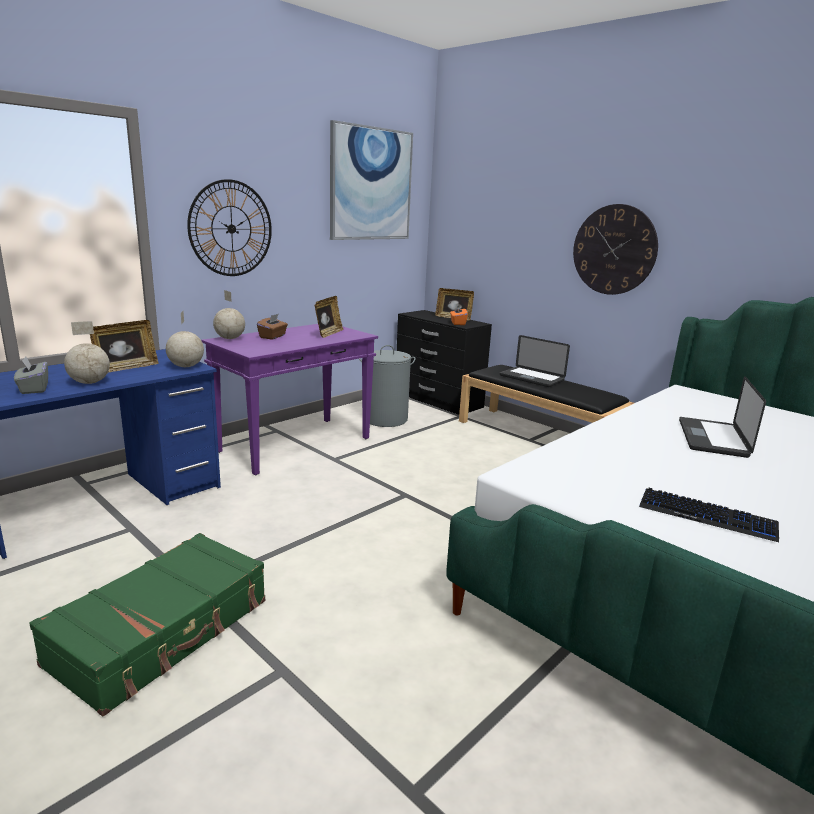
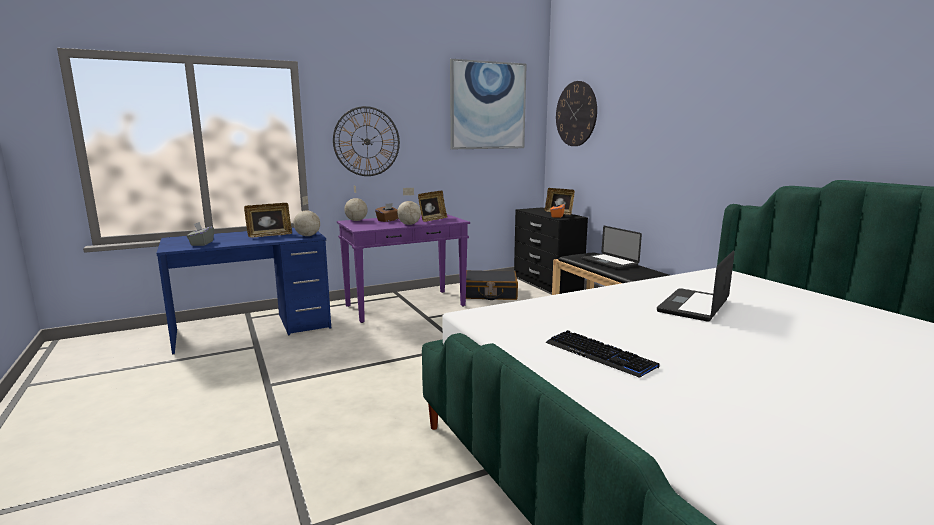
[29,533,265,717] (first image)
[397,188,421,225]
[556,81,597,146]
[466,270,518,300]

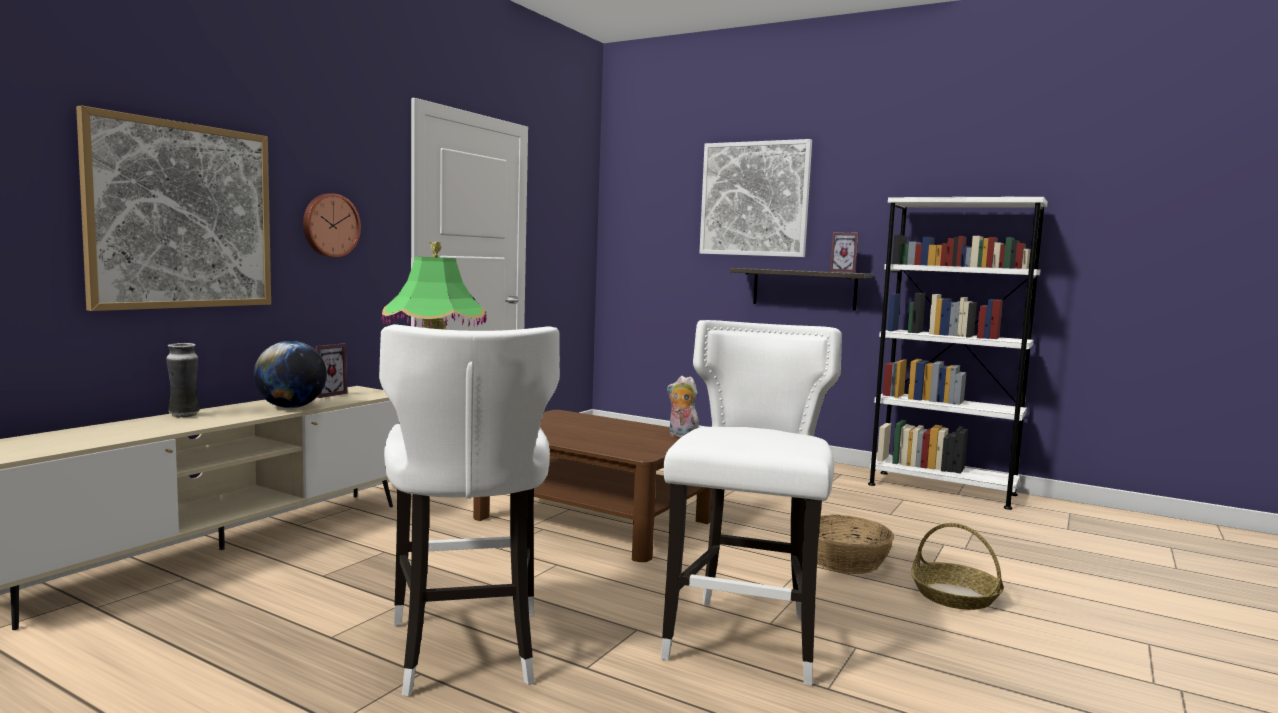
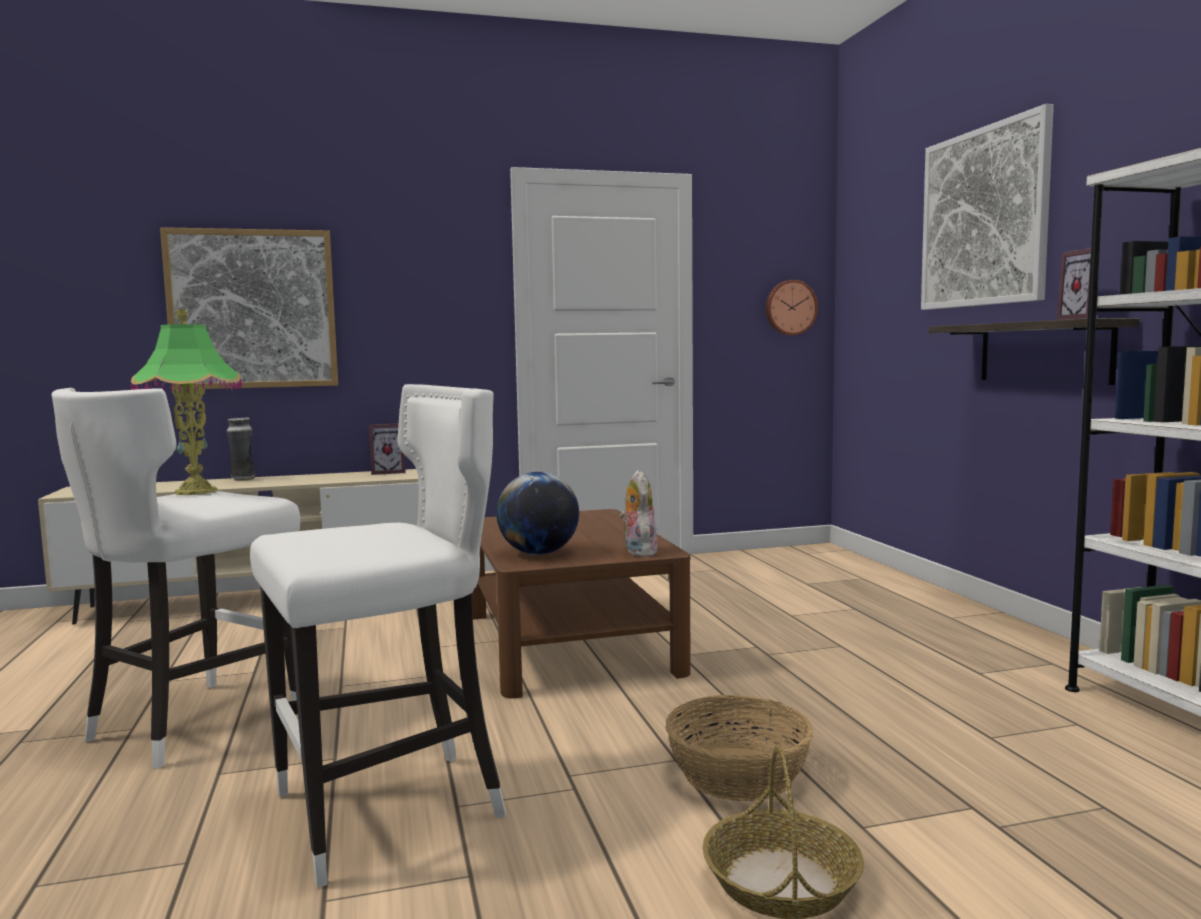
[496,472,579,555]
[766,280,818,335]

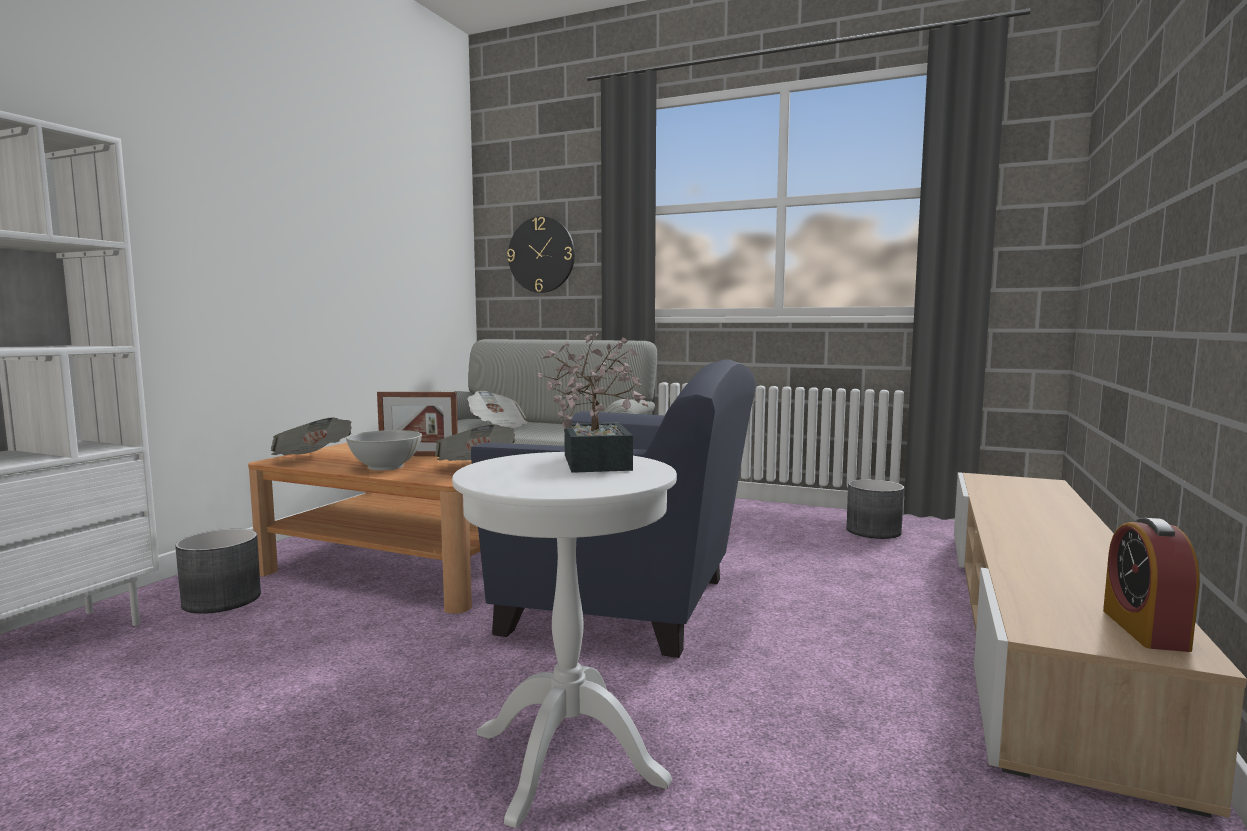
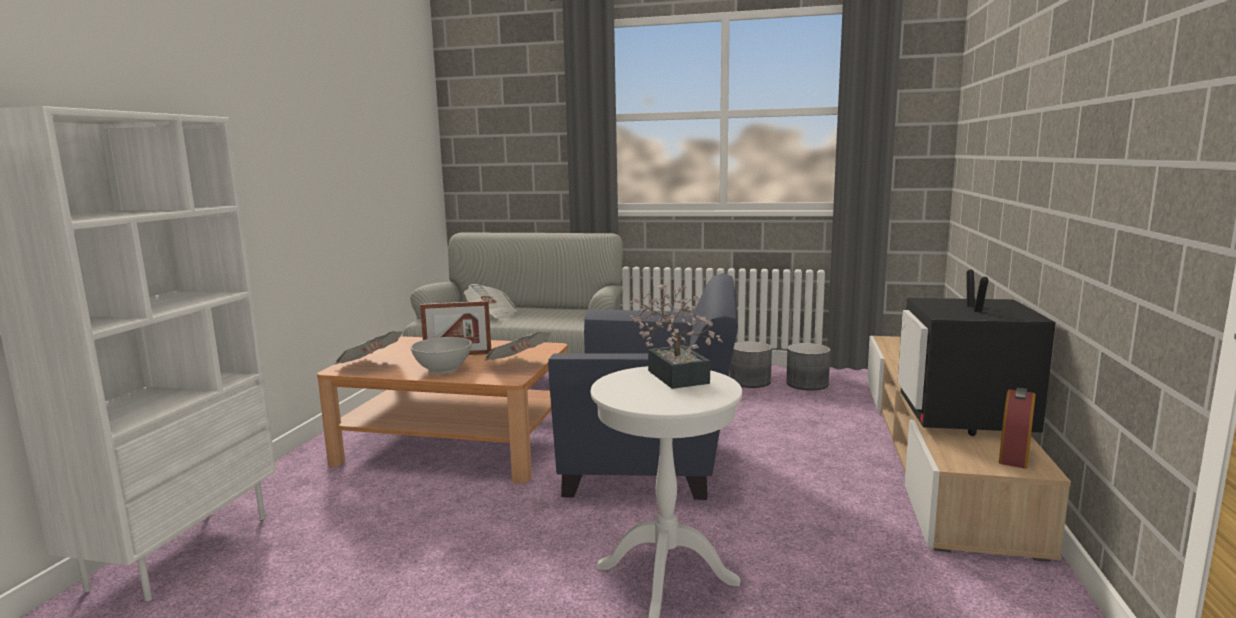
[507,216,575,293] (first image)
[898,269,1056,436]
[730,341,772,388]
[999,387,1036,469]

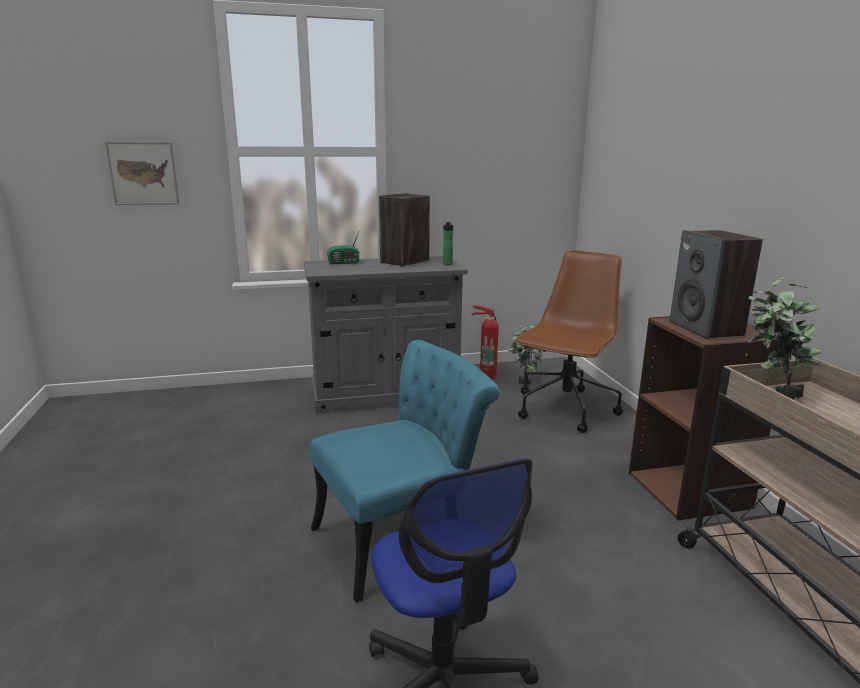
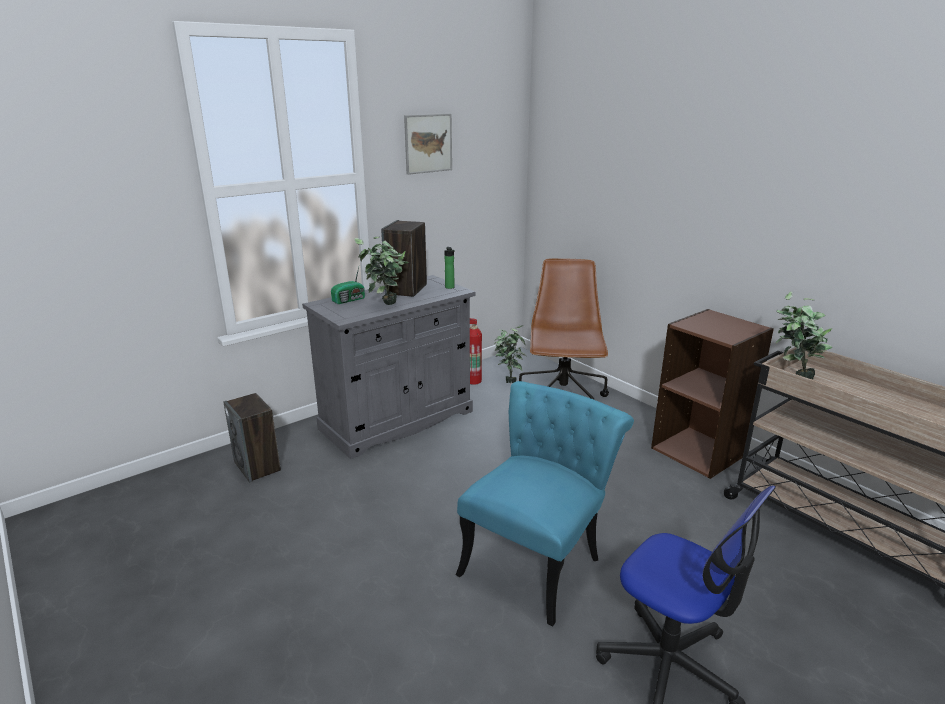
[354,237,410,305]
[404,114,452,175]
[223,393,281,482]

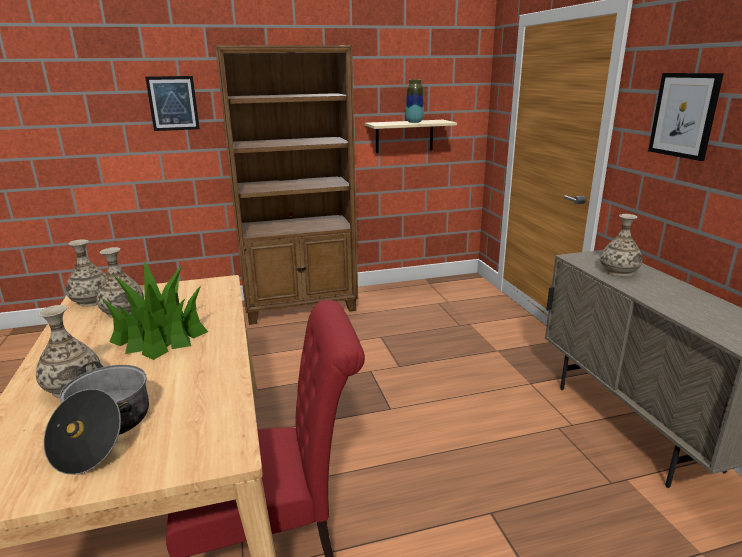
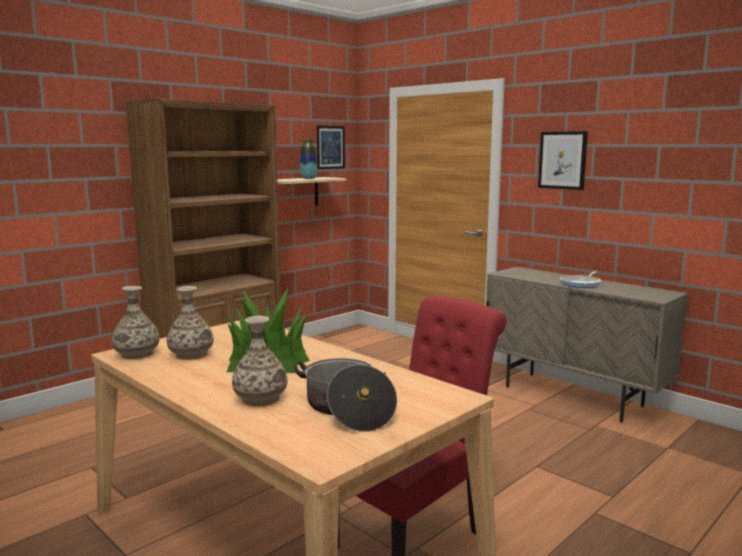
[600,214,642,277] (first image)
[560,271,601,288]
[317,126,345,169]

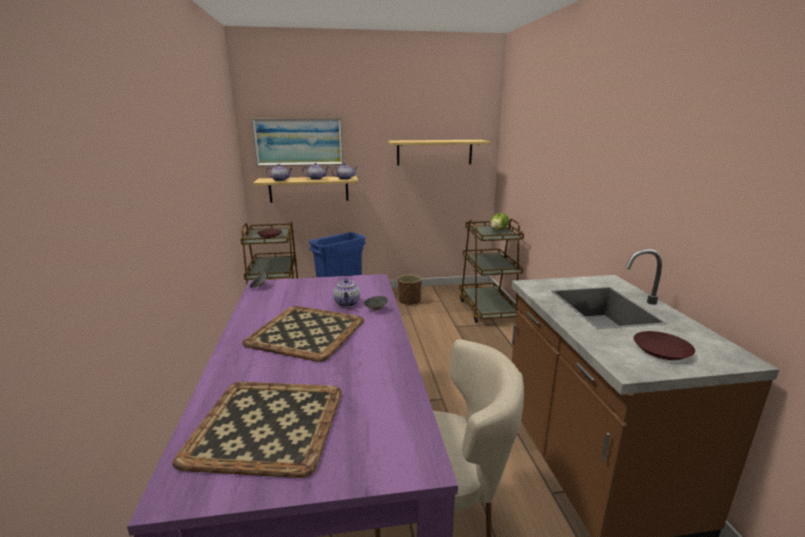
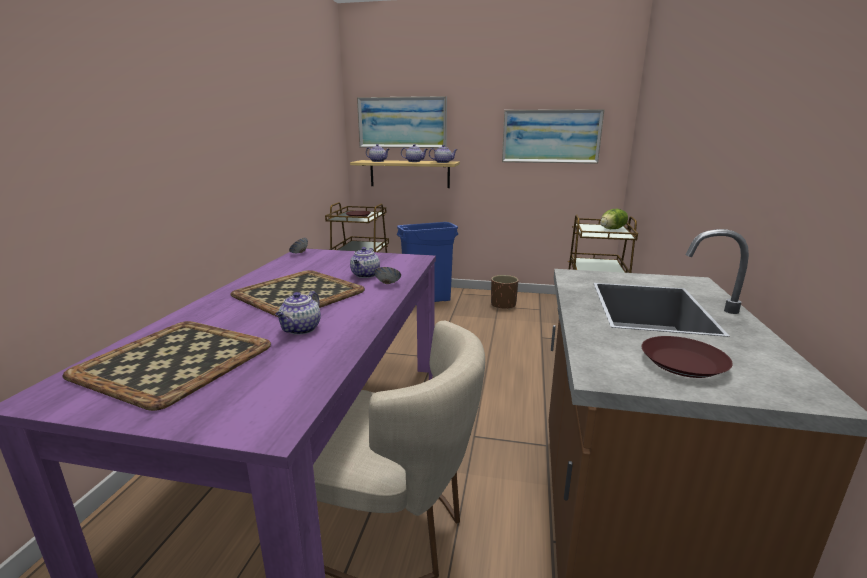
[275,291,321,335]
[502,109,605,164]

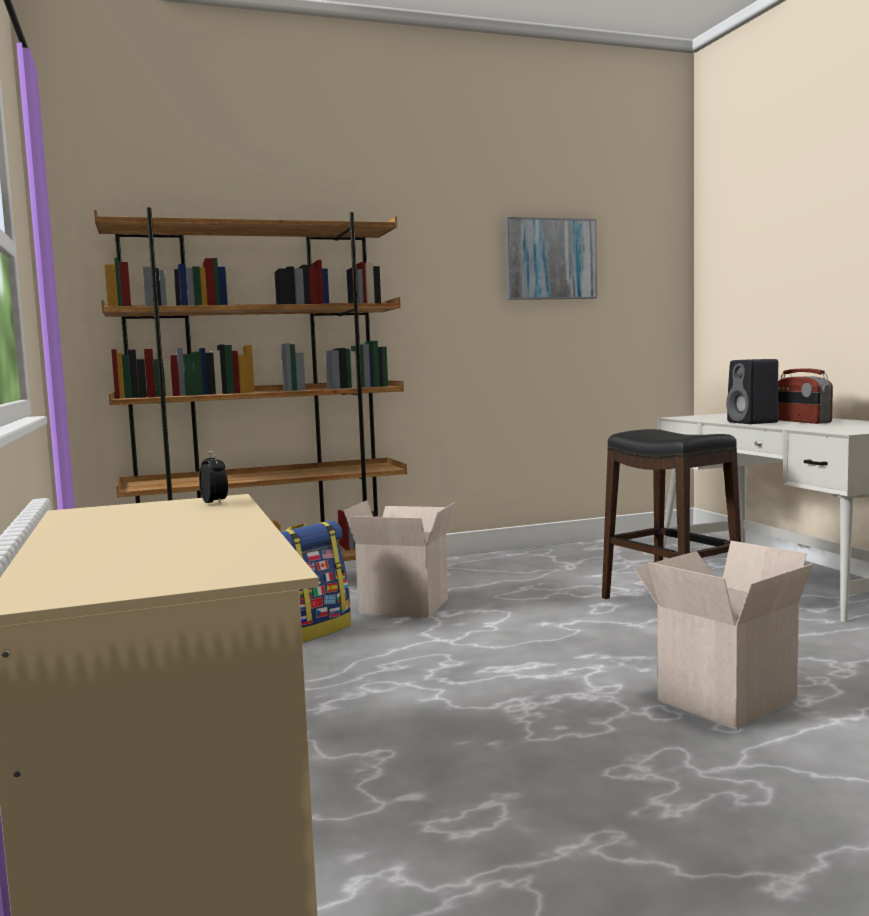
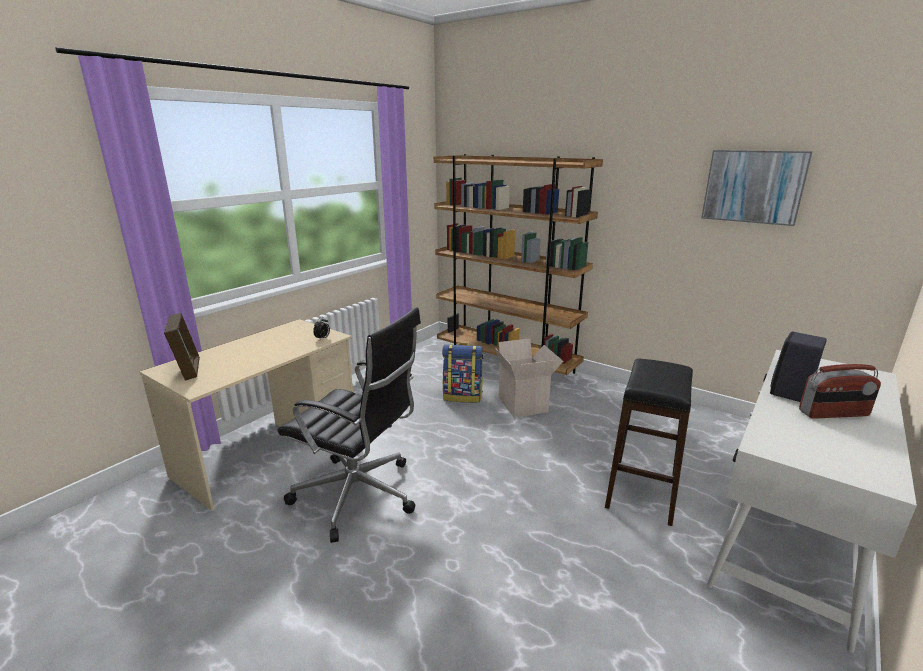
[634,541,813,730] (first image)
[164,313,200,380]
[278,307,421,543]
[799,364,881,419]

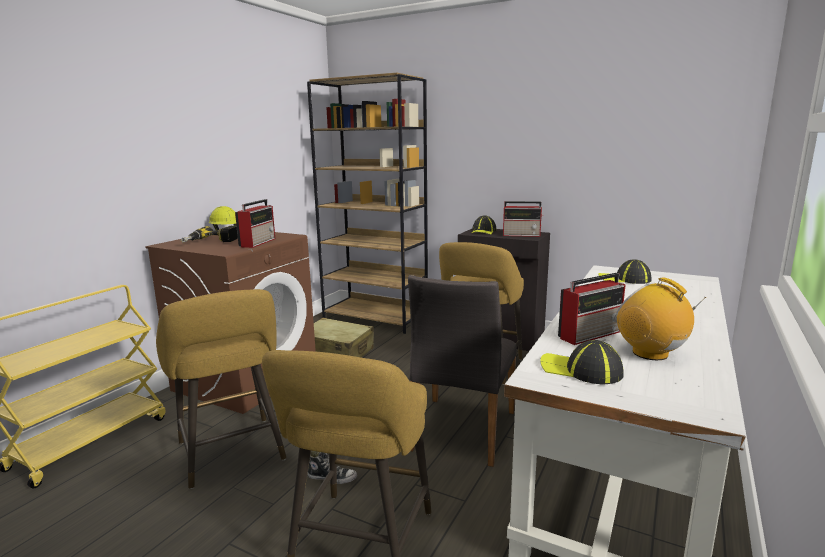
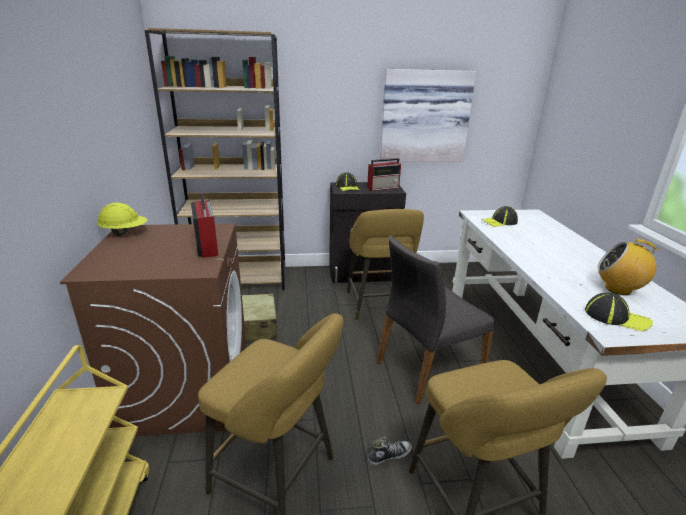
[181,226,238,243] (first image)
[558,273,625,345] (first image)
[380,69,476,161]
[376,235,495,404]
[585,292,653,332]

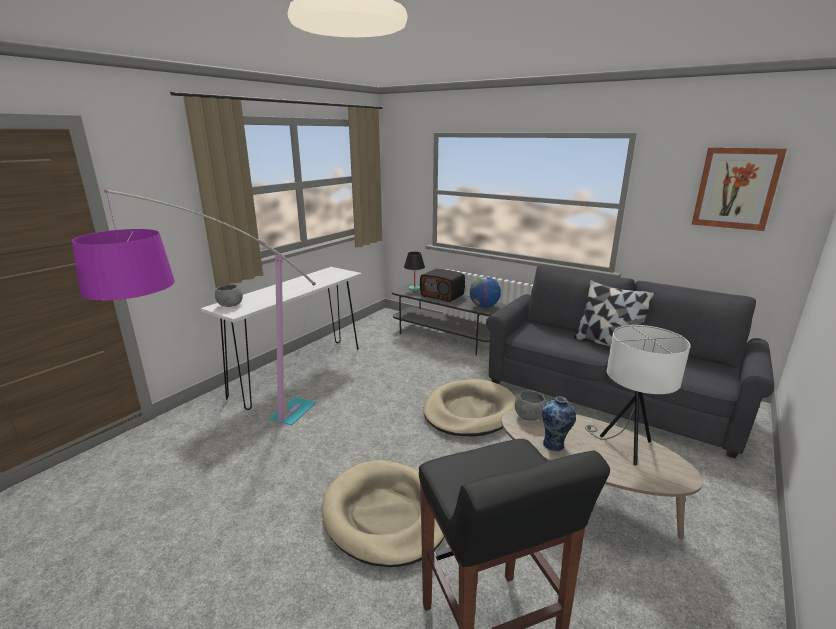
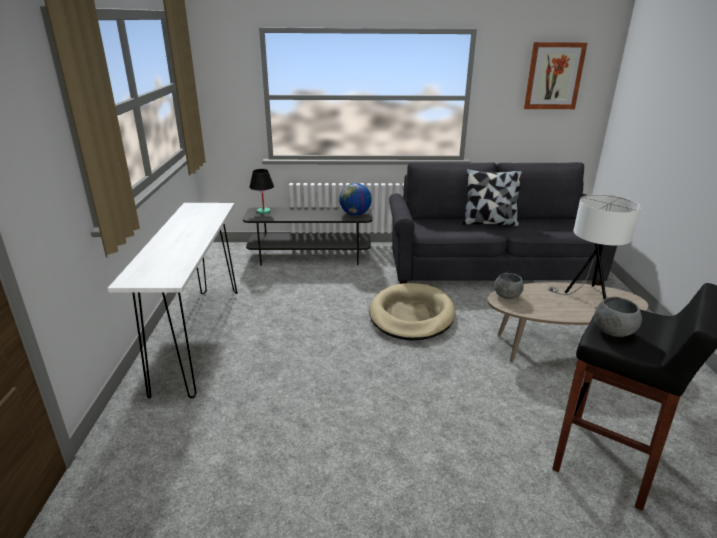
[72,189,316,425] (first image)
[322,460,444,567] (first image)
[420,269,465,302] (first image)
[542,396,576,451] (first image)
[594,297,642,337]

